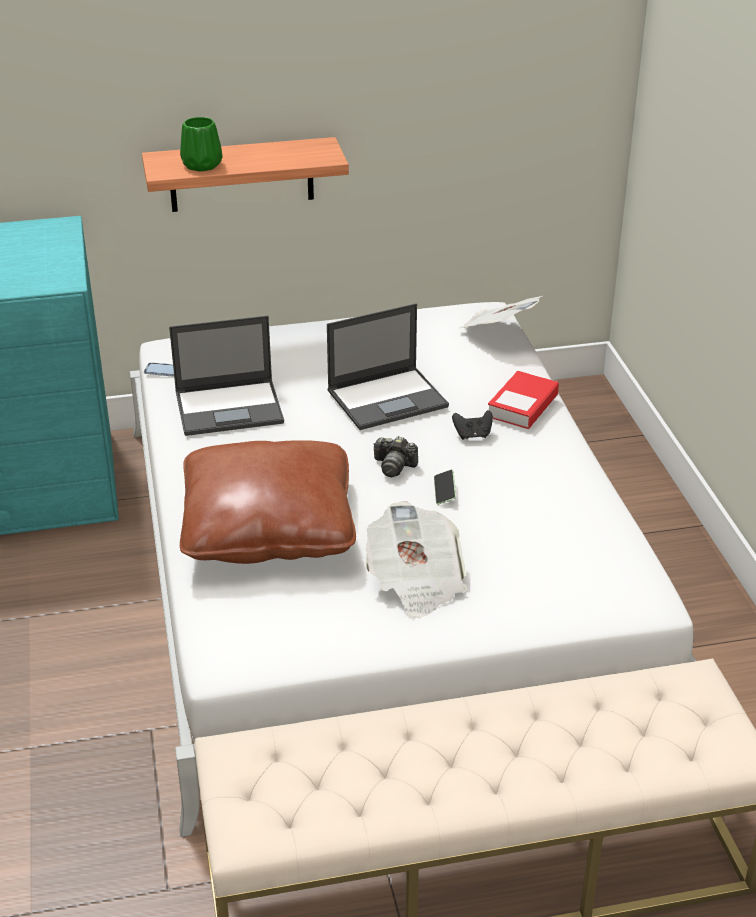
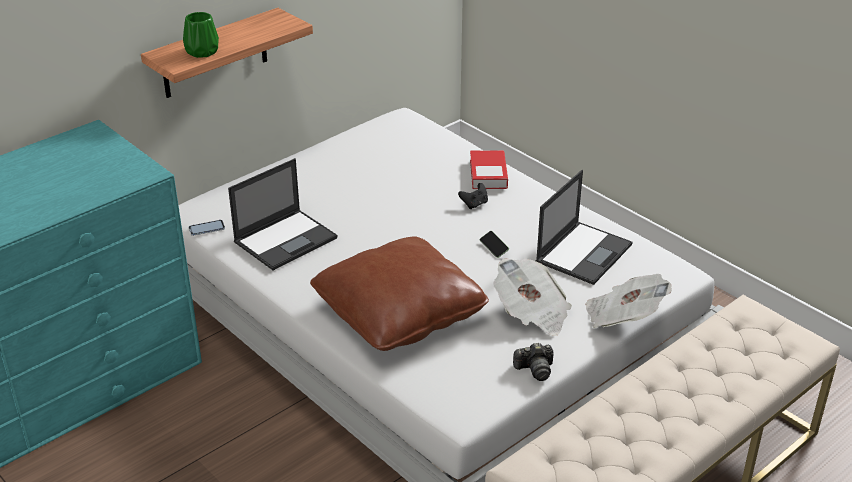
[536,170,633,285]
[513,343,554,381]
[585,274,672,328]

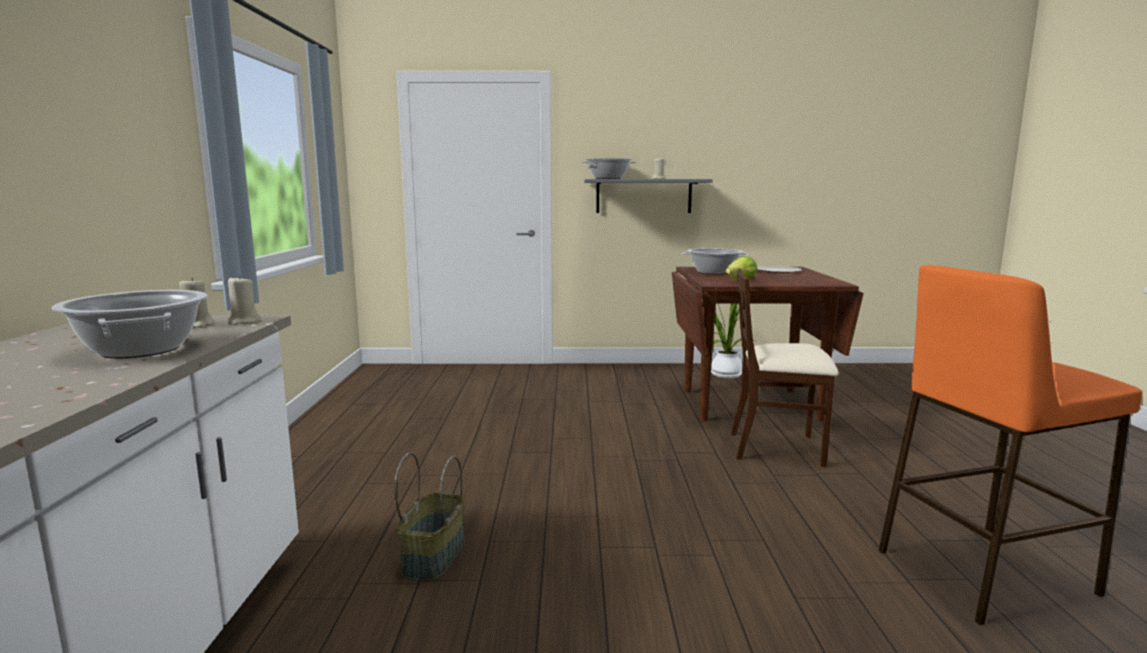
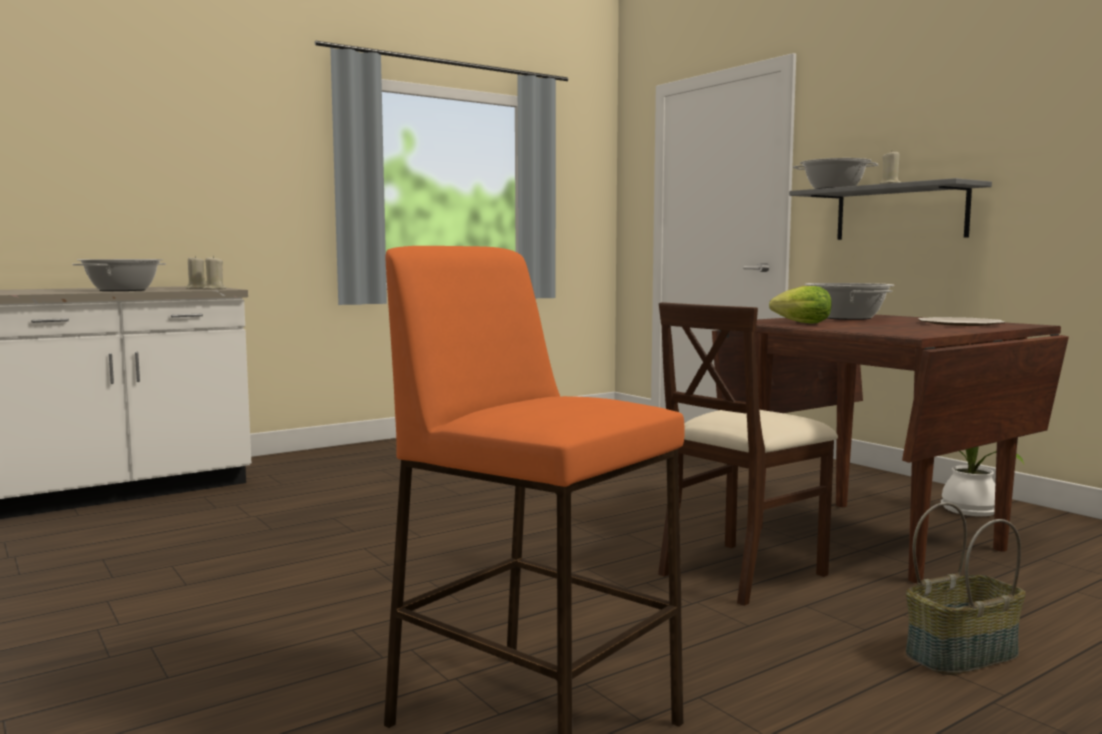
[906,502,1026,675]
[658,302,838,606]

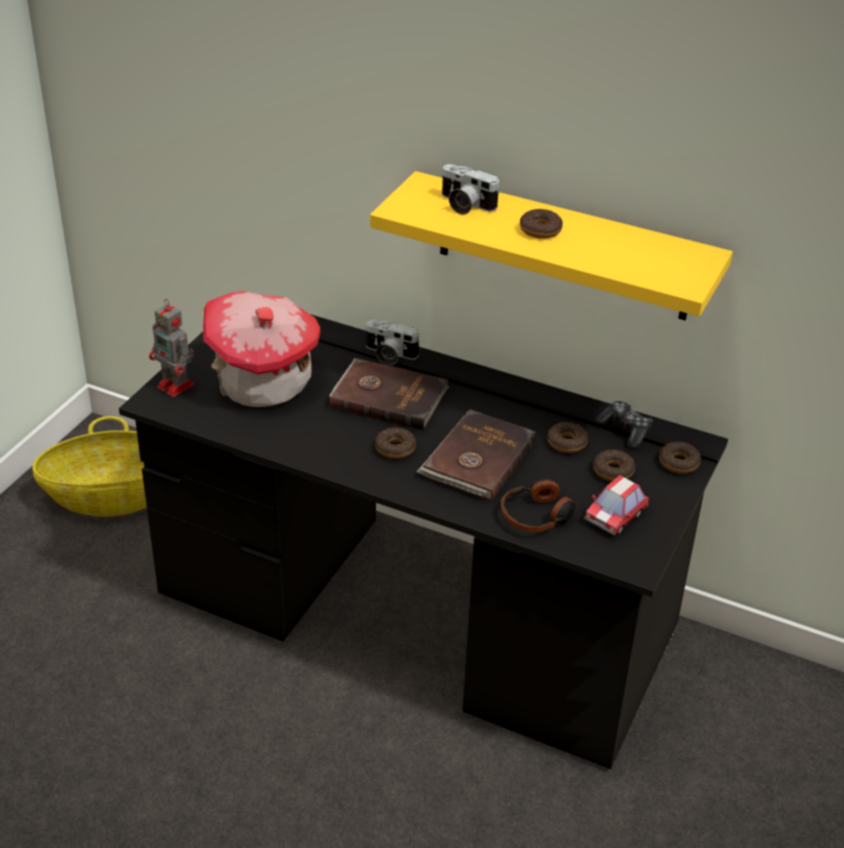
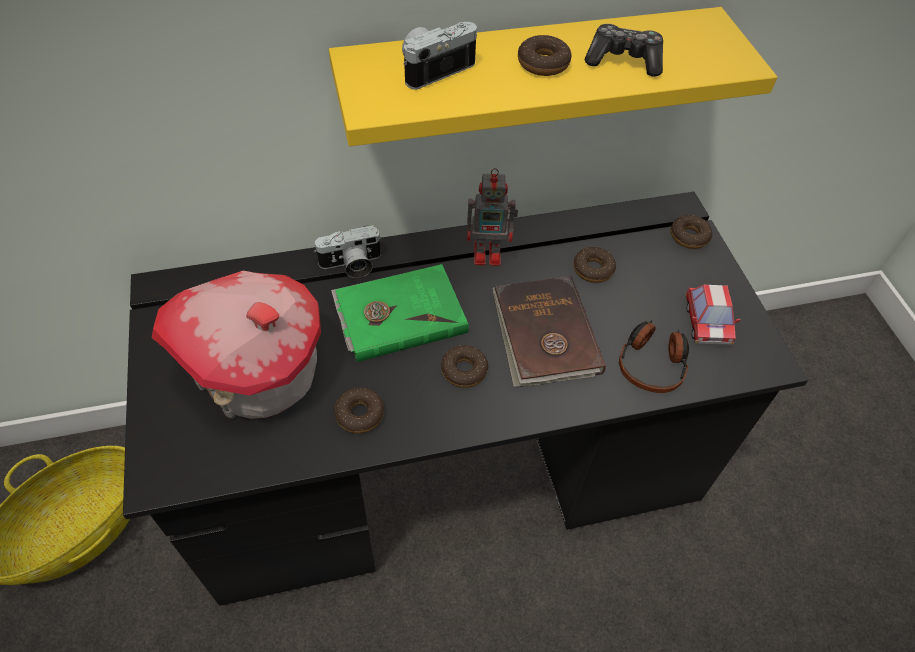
[467,168,518,266]
[334,388,384,433]
[585,24,663,77]
[331,264,469,362]
[402,22,477,90]

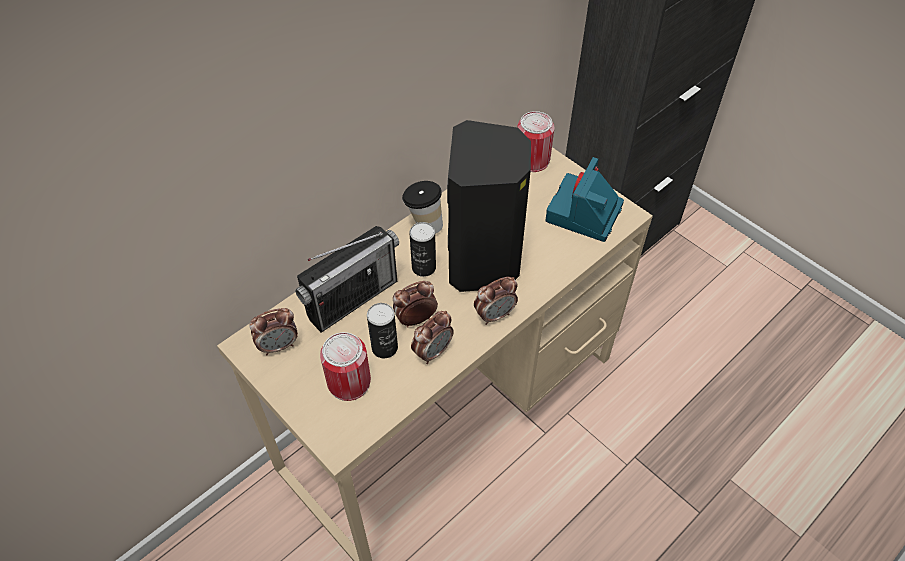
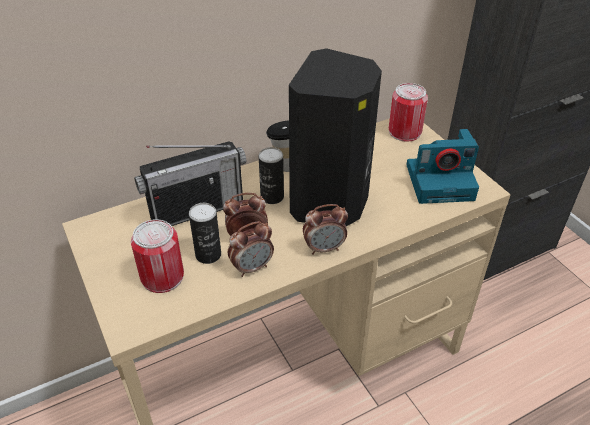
[250,308,298,355] (first image)
[406,129,479,204]

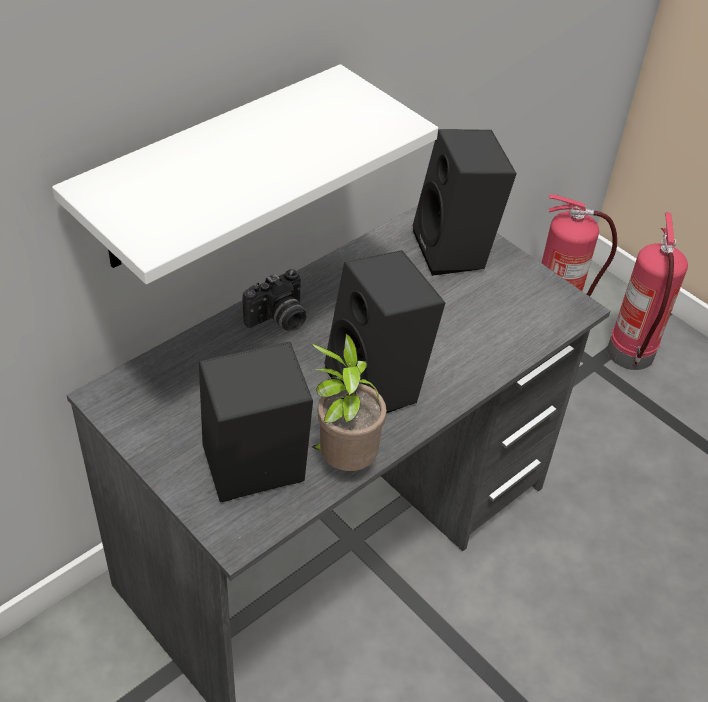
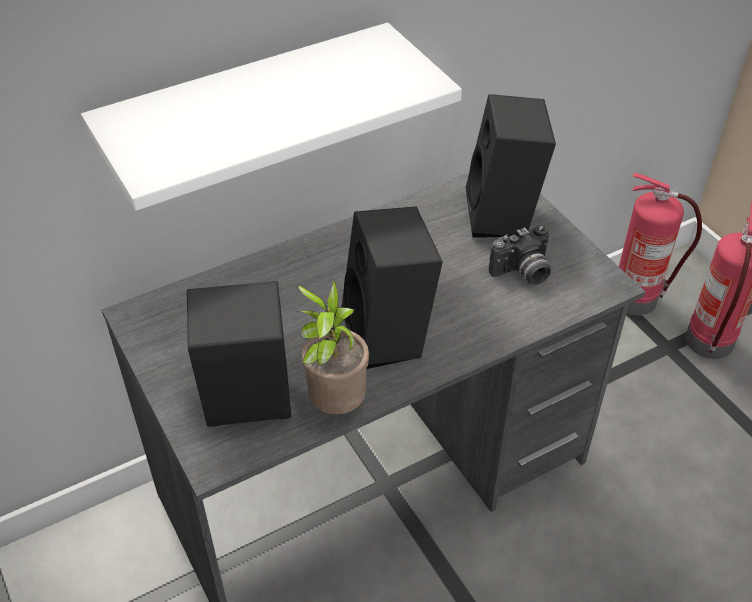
[489,225,551,285]

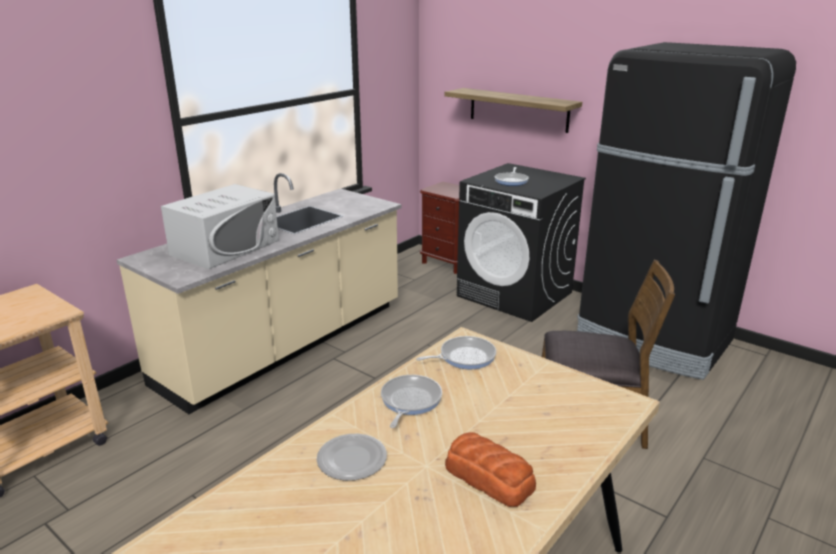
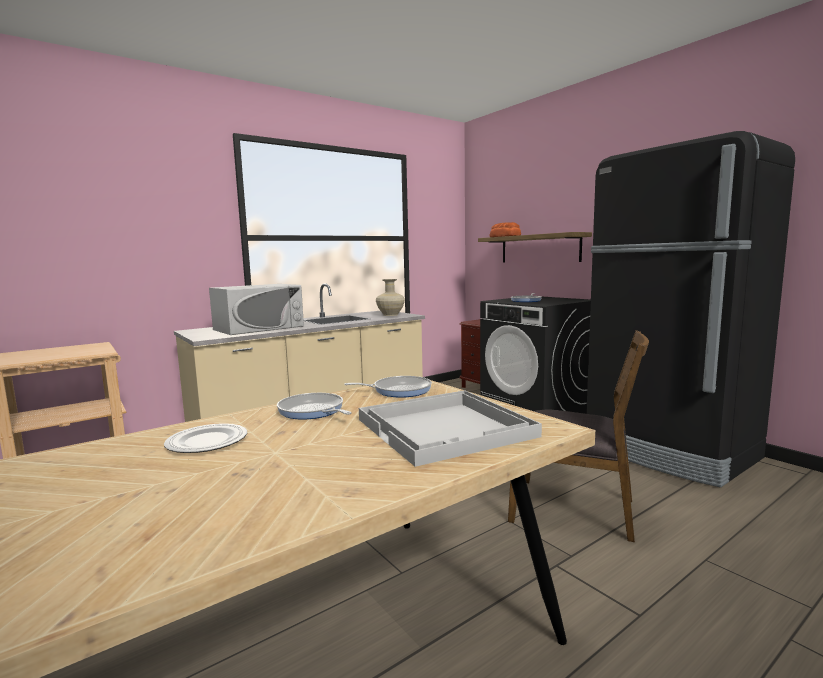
[359,390,542,467]
[376,279,405,316]
[490,222,521,237]
[277,393,352,420]

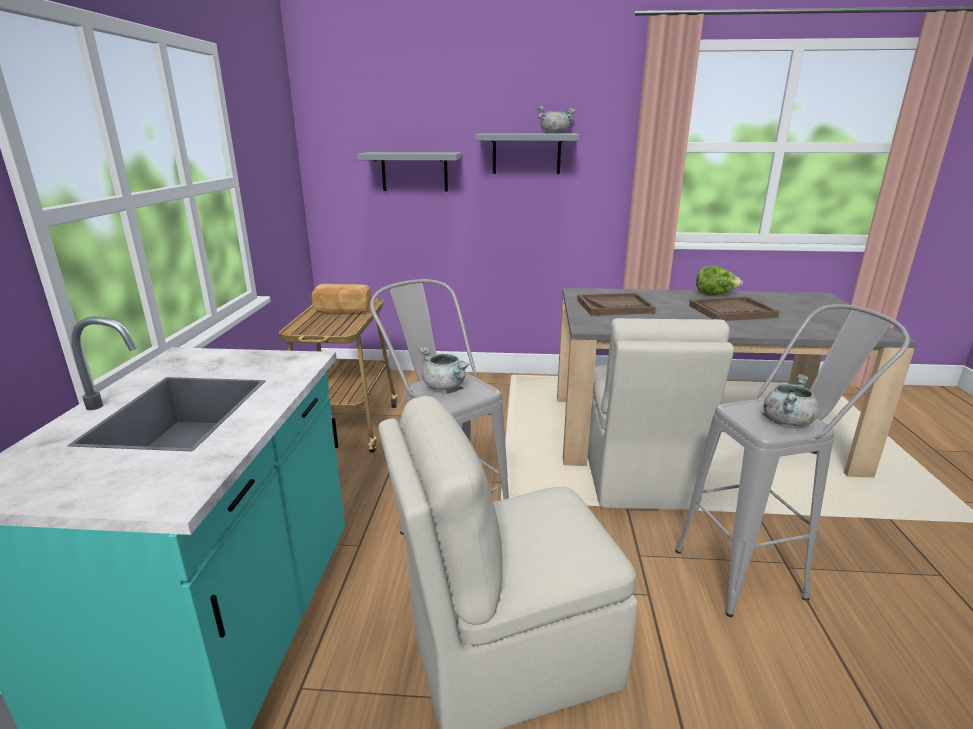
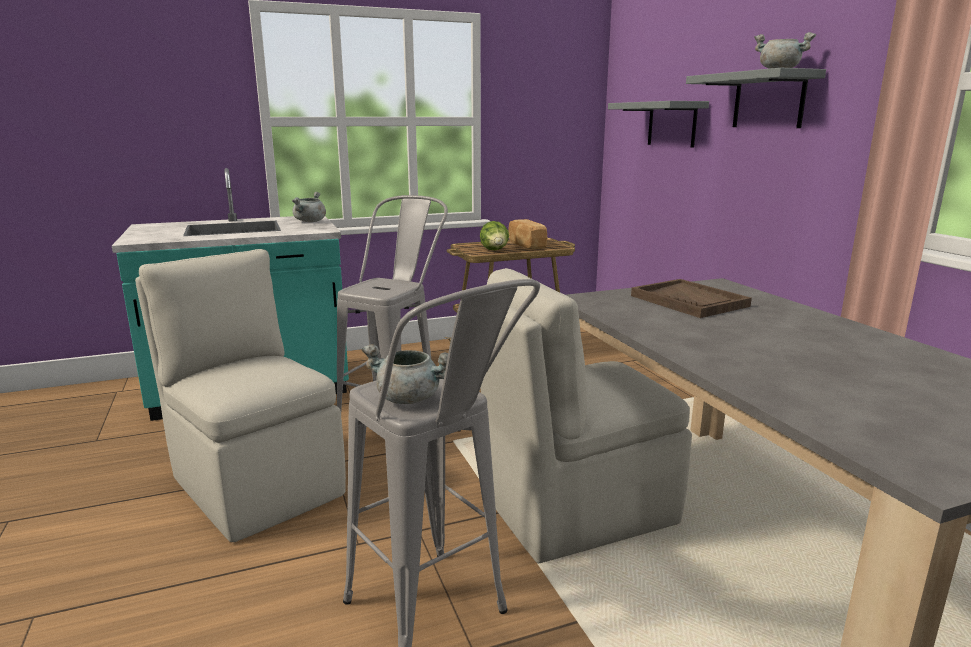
[689,297,779,321] (first image)
[292,192,326,222]
[480,221,509,250]

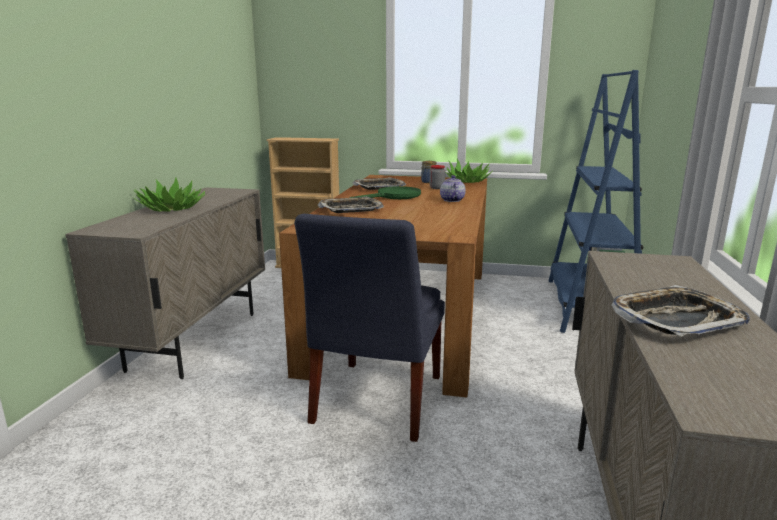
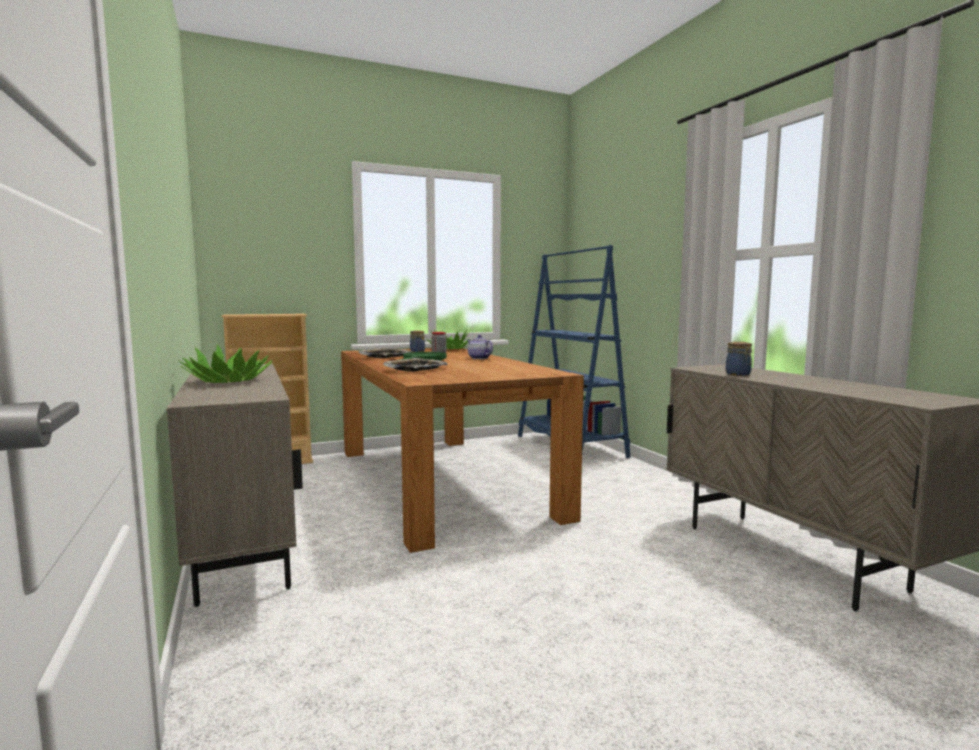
[294,214,445,442] (first image)
[611,285,750,337] (first image)
[726,342,752,376]

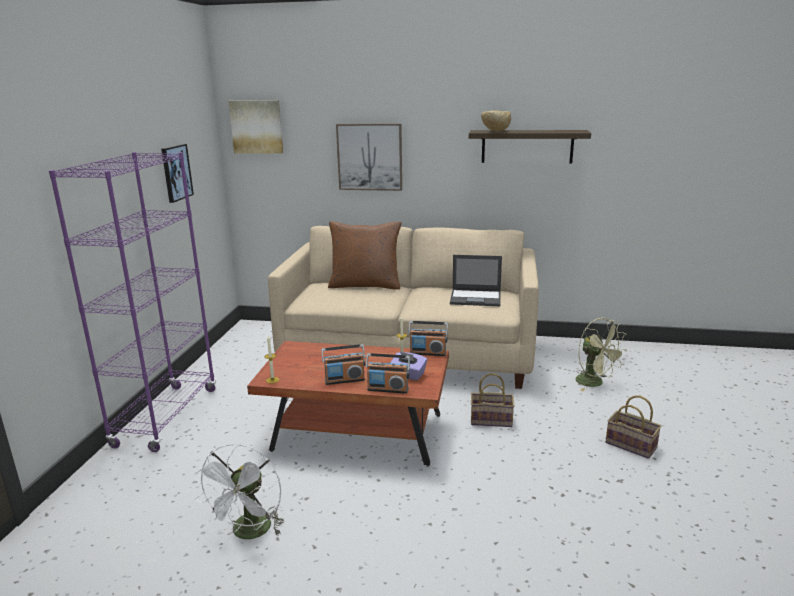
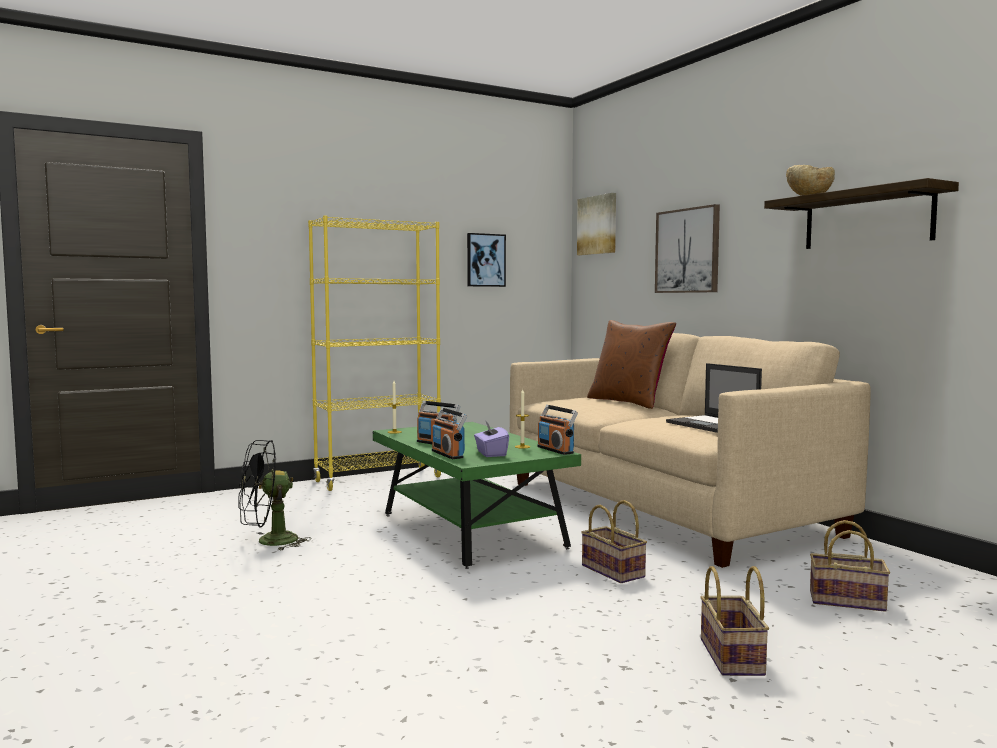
[810,520,890,612]
[308,216,442,491]
[238,440,312,551]
[373,422,581,569]

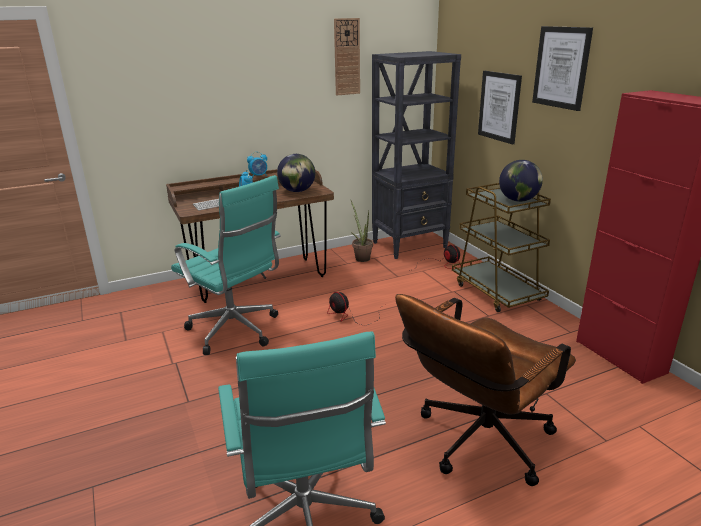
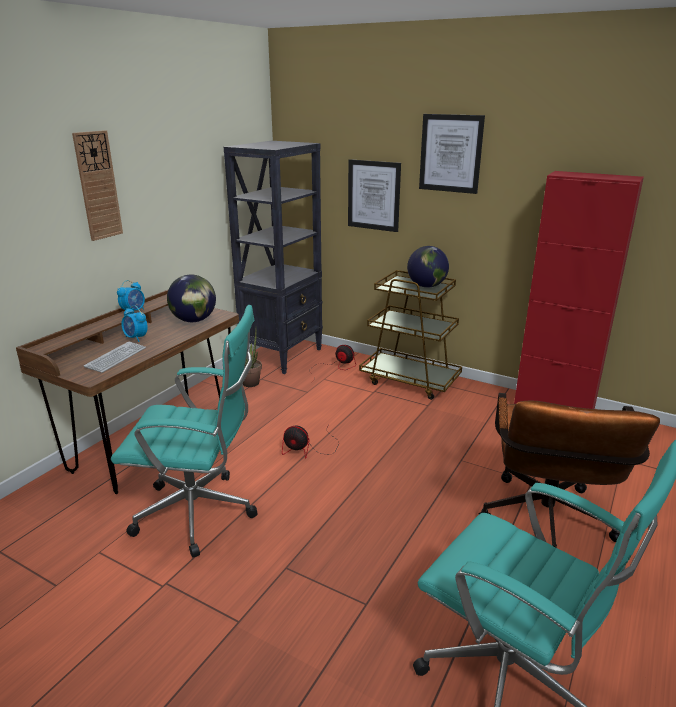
[72,130,123,241]

